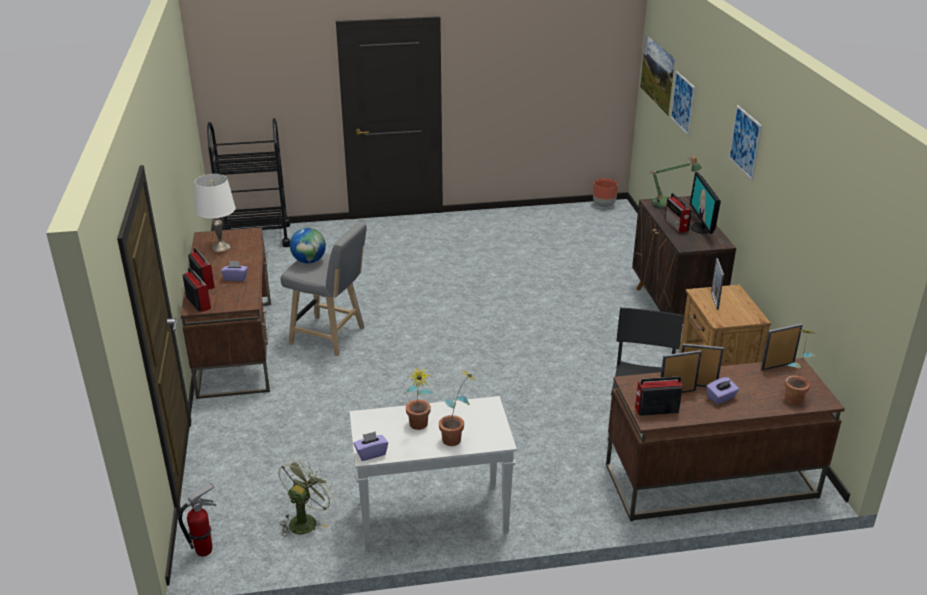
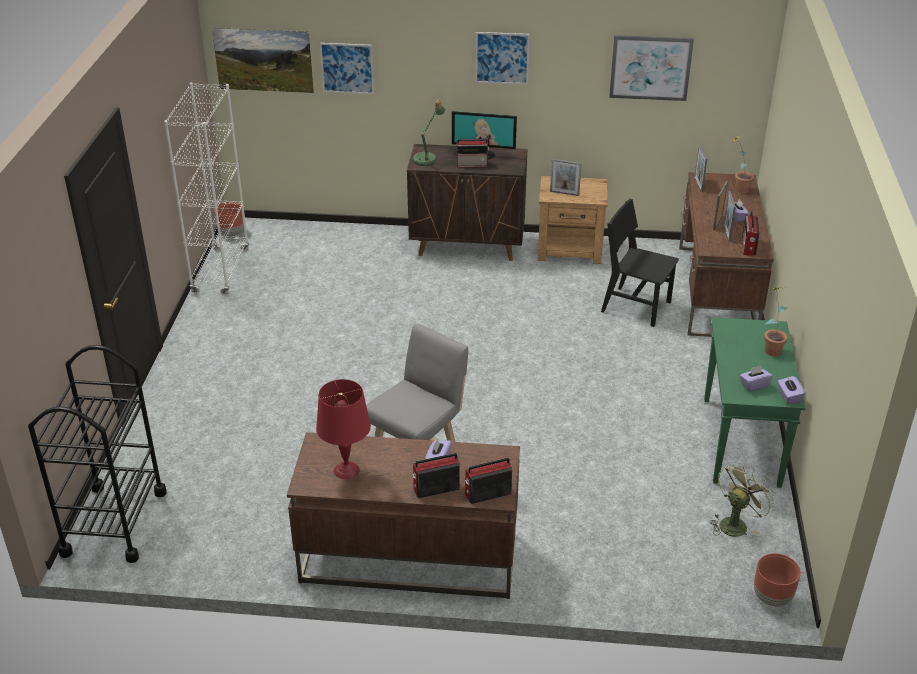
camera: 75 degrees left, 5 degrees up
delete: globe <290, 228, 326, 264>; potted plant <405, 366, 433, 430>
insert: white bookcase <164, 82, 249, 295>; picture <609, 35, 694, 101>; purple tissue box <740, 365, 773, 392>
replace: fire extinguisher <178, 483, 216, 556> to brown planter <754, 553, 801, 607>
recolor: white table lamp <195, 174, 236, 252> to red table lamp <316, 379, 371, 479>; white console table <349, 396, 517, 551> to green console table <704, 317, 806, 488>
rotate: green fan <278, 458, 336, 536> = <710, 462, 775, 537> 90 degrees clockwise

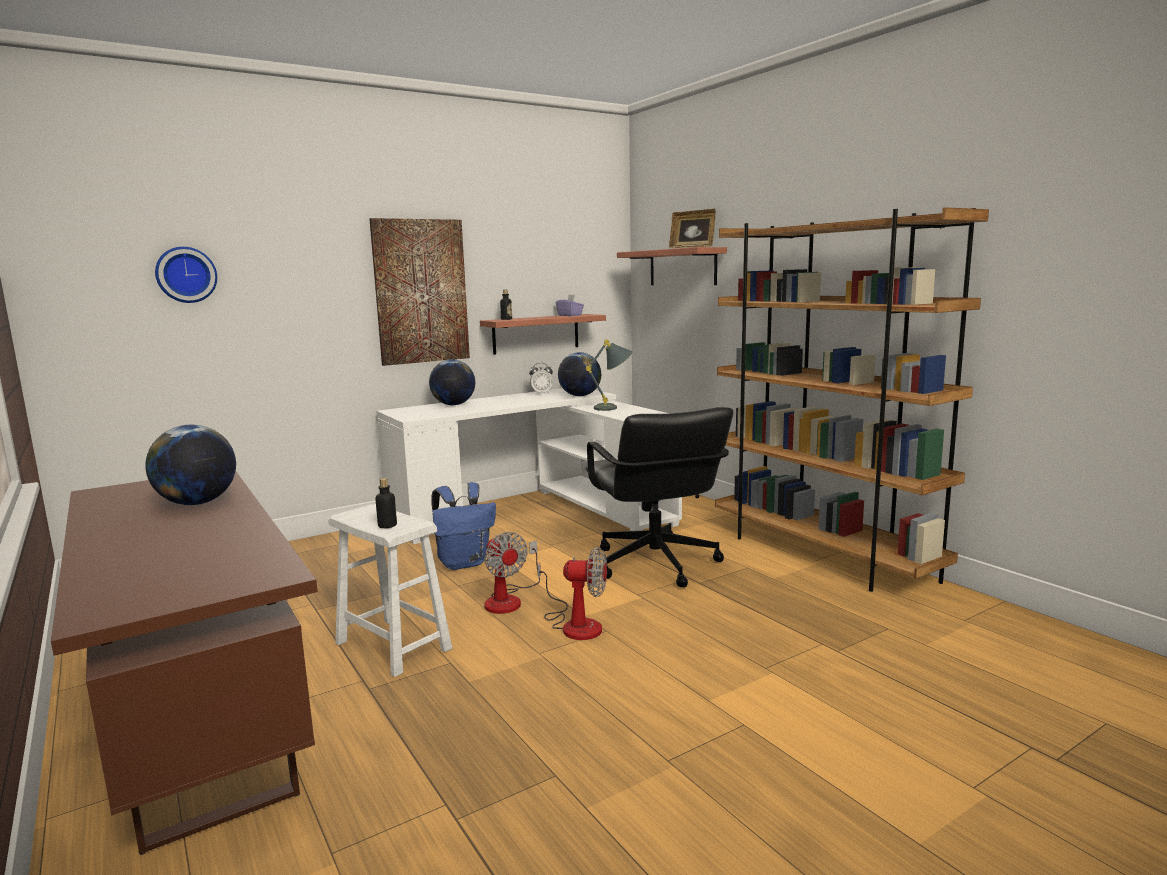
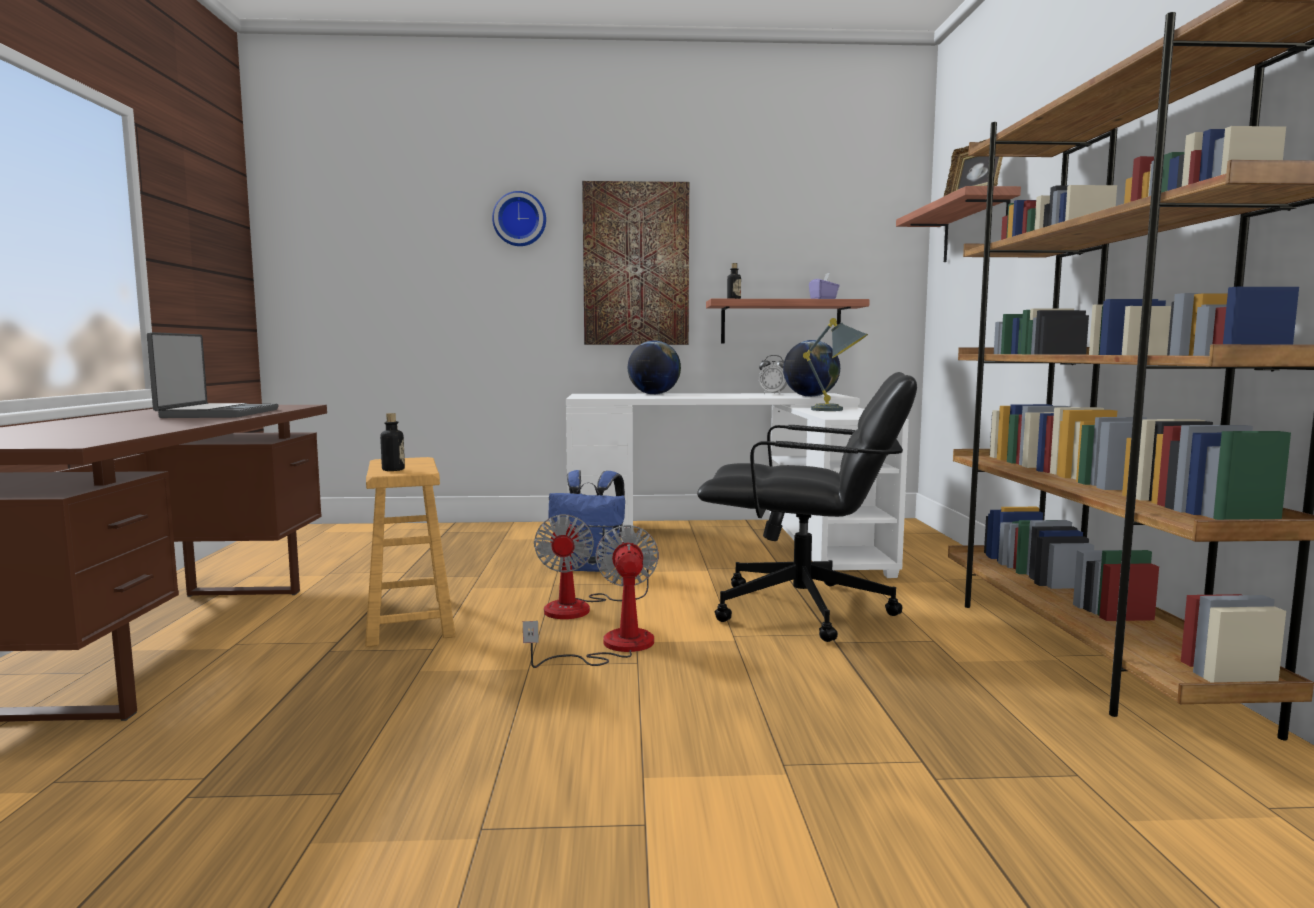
camera: 30 degrees right, 5 degrees down
move: wall clock <155, 247, 217, 303> to <492, 191, 546, 246>
replace: globe <145, 425, 236, 505> to laptop <147, 332, 279, 418>
recolor: white stool <328, 504, 452, 677> to brown stool <365, 457, 456, 647>
rotate: fan <538, 547, 607, 640> = <523, 525, 659, 668> 135 degrees counterclockwise; black office chair <585, 407, 733, 587> = <697, 372, 917, 642> 90 degrees counterclockwise

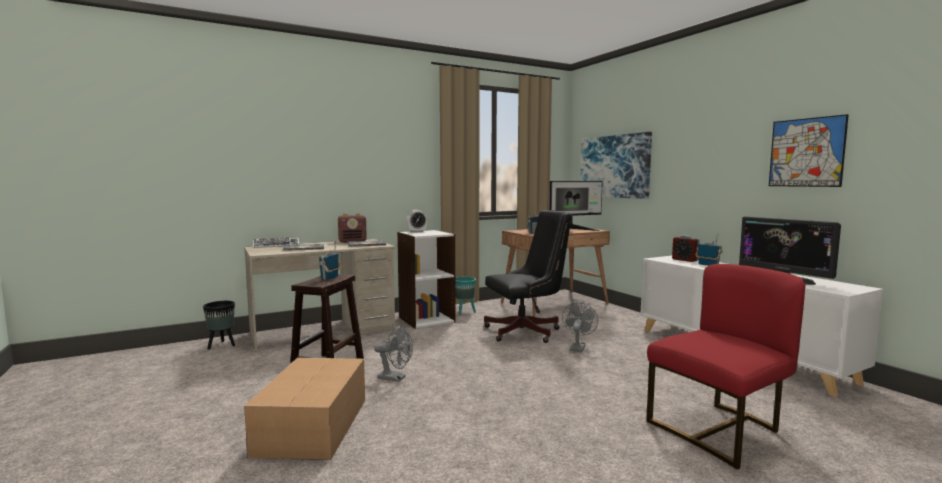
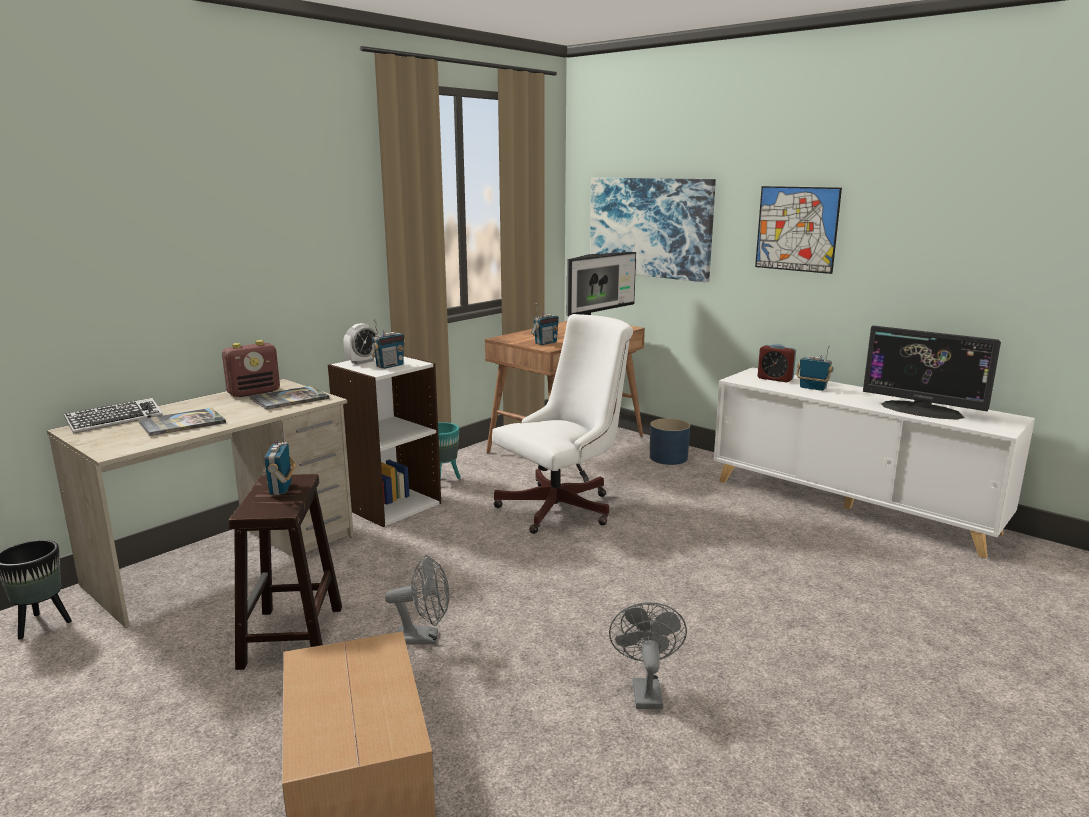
camera: 20 degrees left, 10 degrees up
delete: red chair <646, 264, 805, 470>
insert: radio <370, 319, 405, 369>; blue planter <650, 418, 690, 465>
move: grey fan <562, 303, 598, 352> to <609, 602, 687, 709>; picture <769, 114, 849, 187> to <755, 186, 842, 274>
recolor: black office chair <484, 210, 573, 343> to white office chair <492, 314, 633, 534>

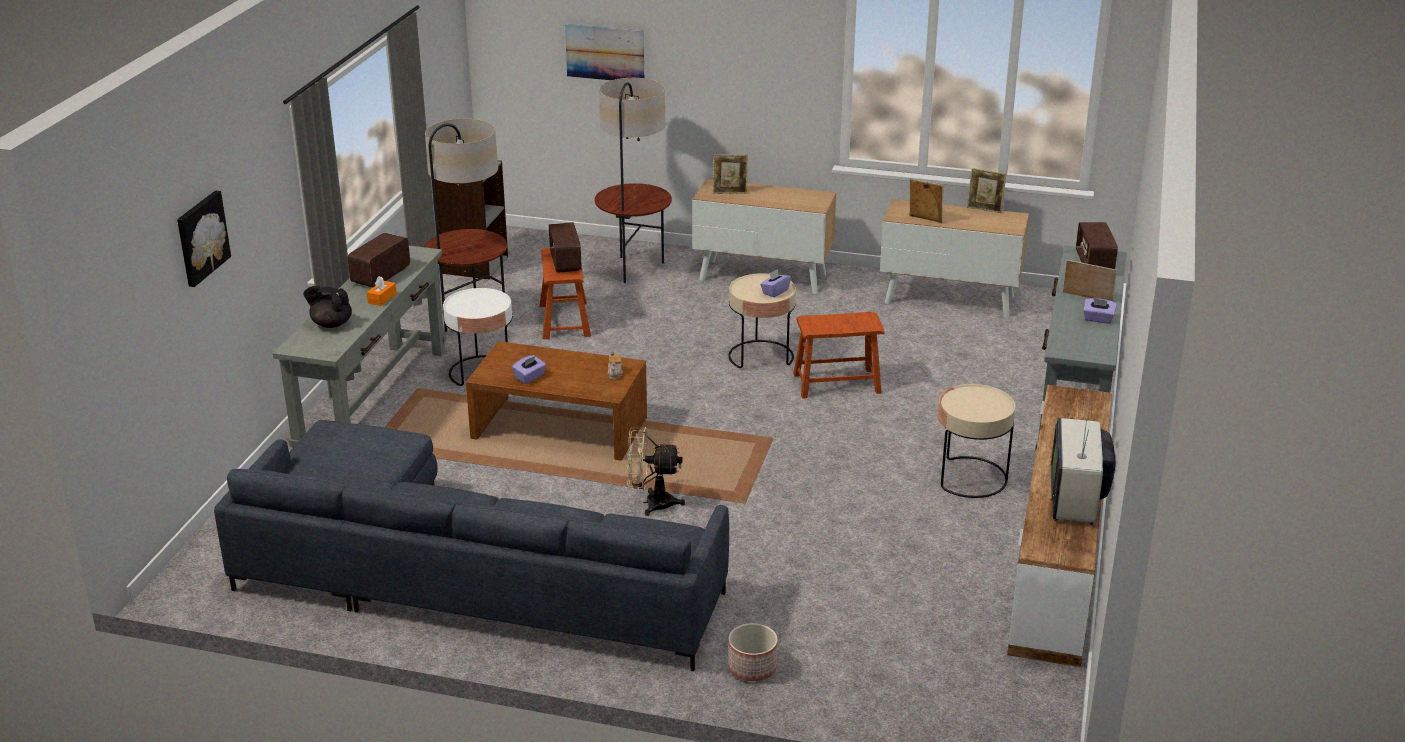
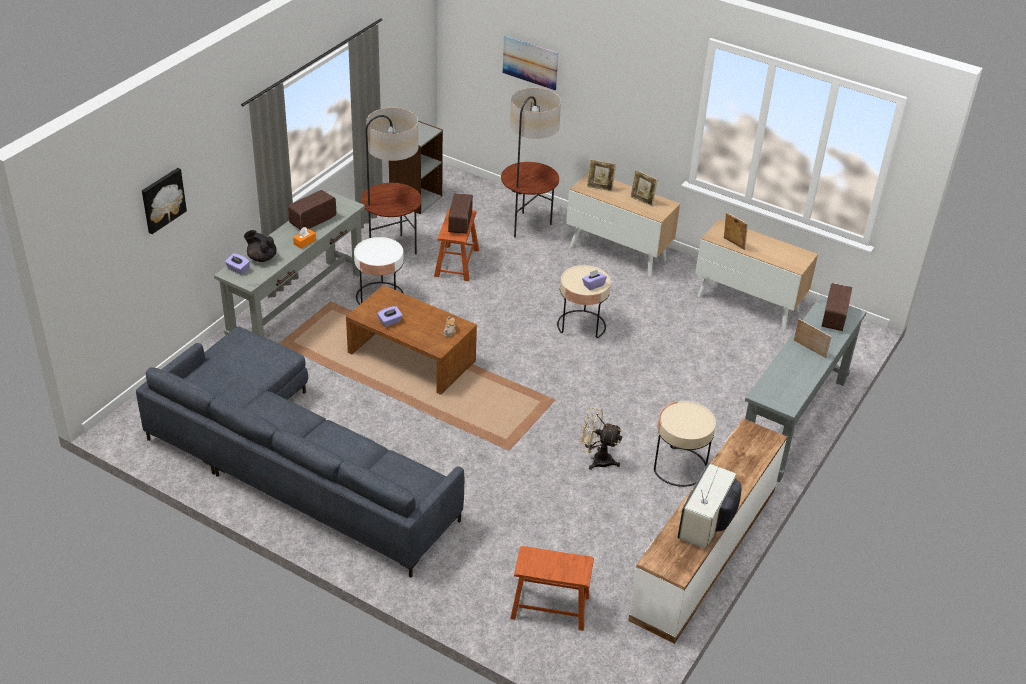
camera: 15 degrees right, 10 degrees up
delete: planter <728, 623, 778, 681>
move: beige fan <627, 427, 685, 516> to <579, 408, 622, 470>; brown stool <793, 312, 884, 399> to <510, 546, 594, 631>; picture frame <967, 168, 1006, 213> to <630, 170, 658, 207>; purple tissue box <1083, 298, 1117, 324> to <225, 253, 250, 275>

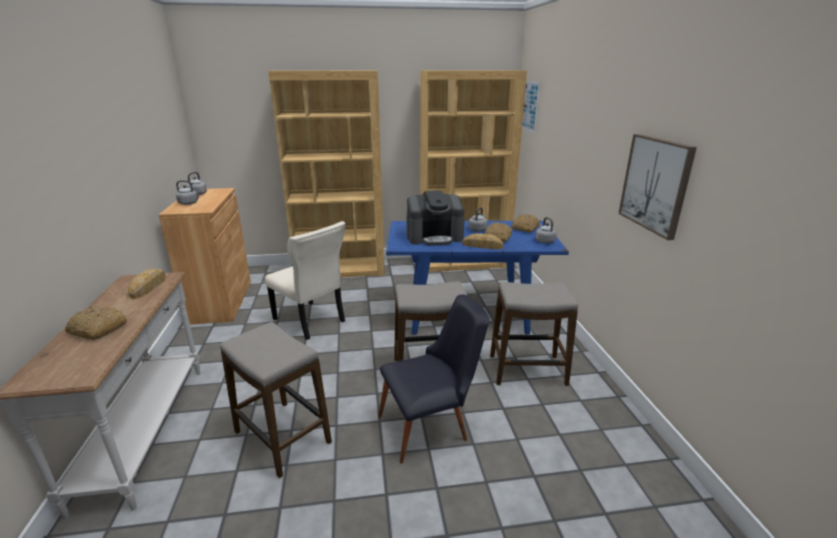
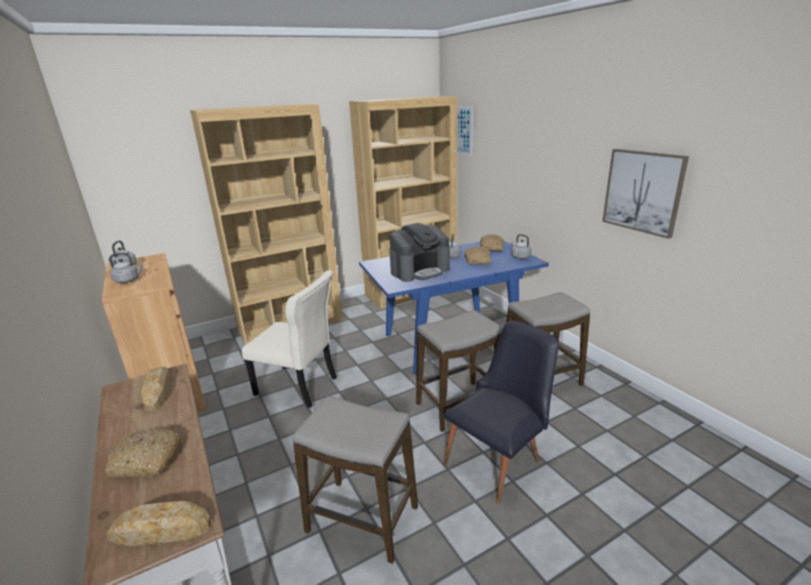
camera: 20 degrees left, 0 degrees up
move: bread <462, 233, 503, 249> to <106, 501, 212, 546>

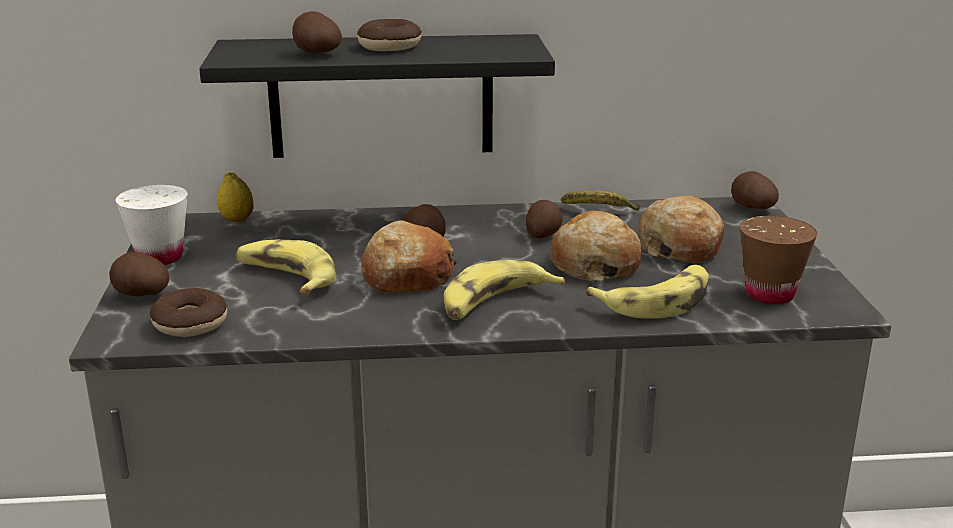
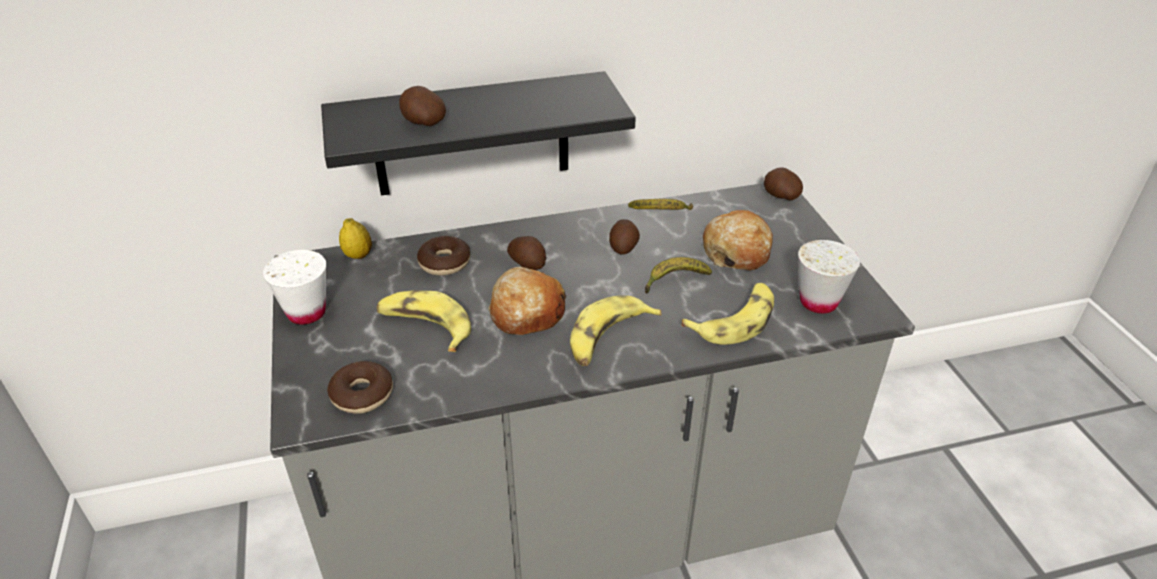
camera: 10 degrees left, 15 degrees up
delete: potato <109, 252, 170, 296>
move: donut <357, 19, 422, 51> to <417, 236, 470, 276>
replace: bread <550, 211, 642, 282> to banana <645, 257, 712, 294>
recolor: brown cup <740, 216, 817, 304> to white cup <798, 240, 860, 313>

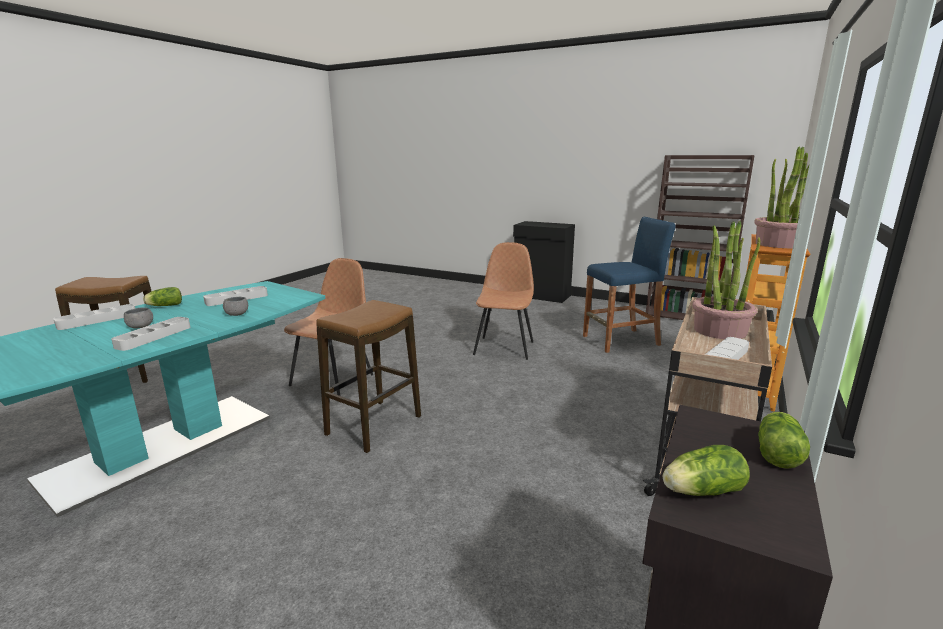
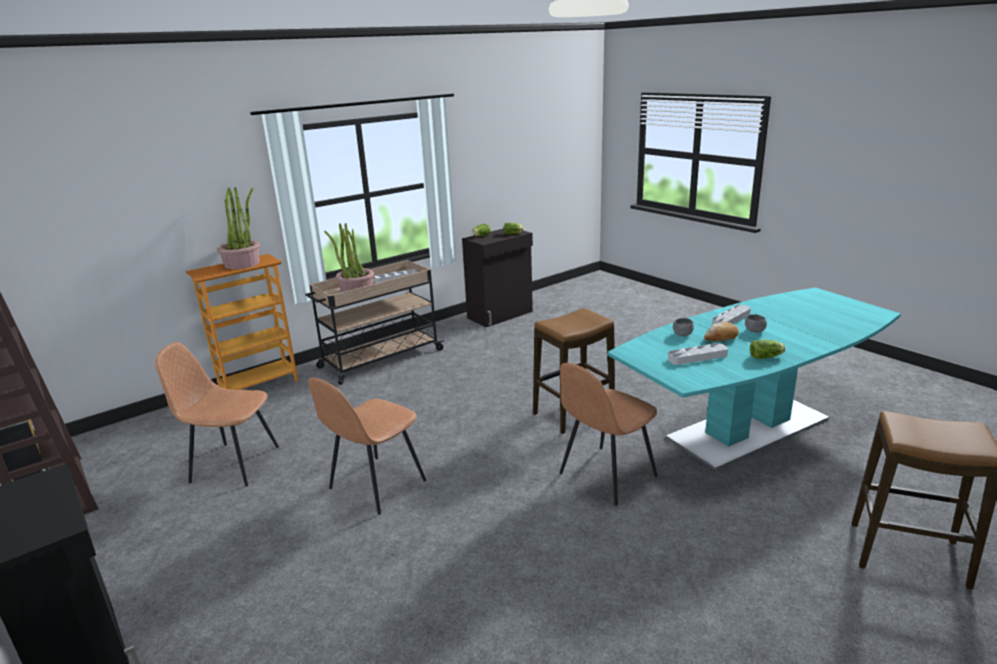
camera: 155 degrees left, 5 degrees up
delete: grey tray <54, 304, 136, 330>
insert: bread <704, 322, 739, 341>
replace: blue stool <583, 217, 676, 353> to brown chair <155, 342, 279, 487>

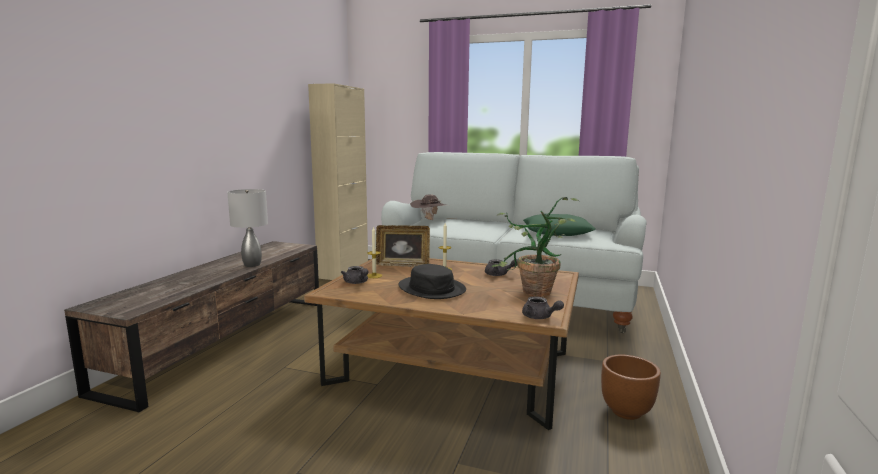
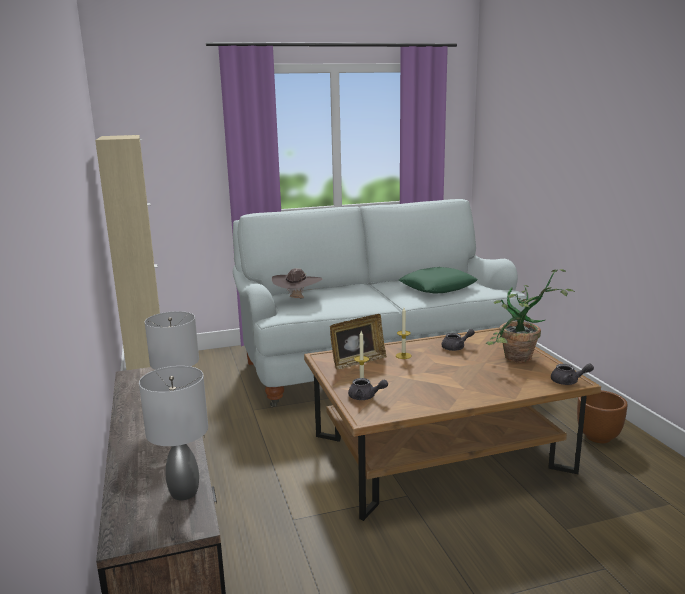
camera: 35 degrees left, 5 degrees up
delete: black hat <399, 264, 466, 299>
insert: grey table lamp <139, 366, 208, 500>

